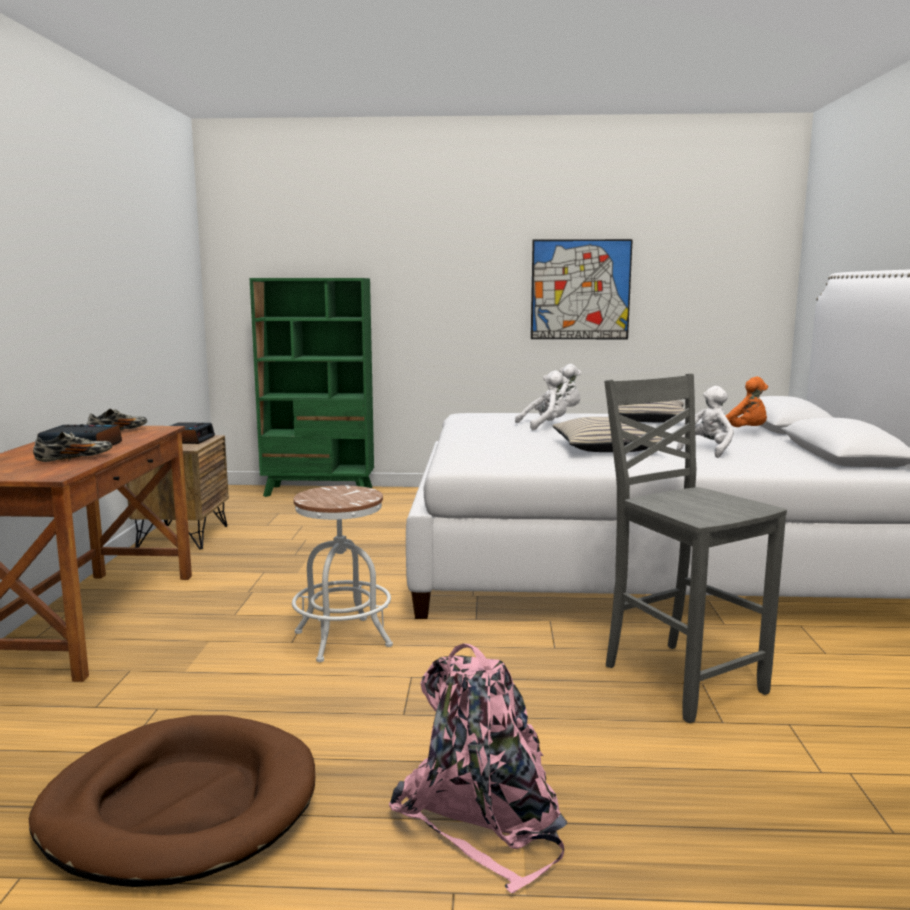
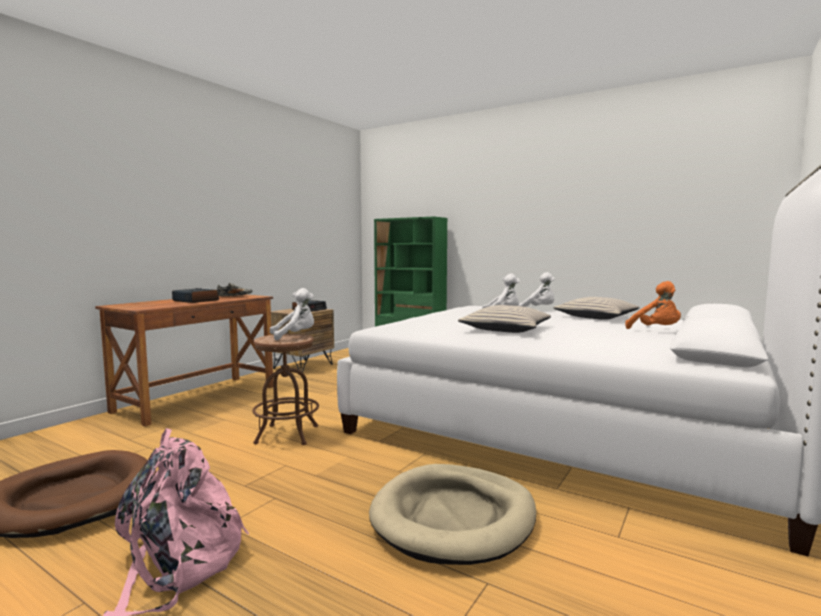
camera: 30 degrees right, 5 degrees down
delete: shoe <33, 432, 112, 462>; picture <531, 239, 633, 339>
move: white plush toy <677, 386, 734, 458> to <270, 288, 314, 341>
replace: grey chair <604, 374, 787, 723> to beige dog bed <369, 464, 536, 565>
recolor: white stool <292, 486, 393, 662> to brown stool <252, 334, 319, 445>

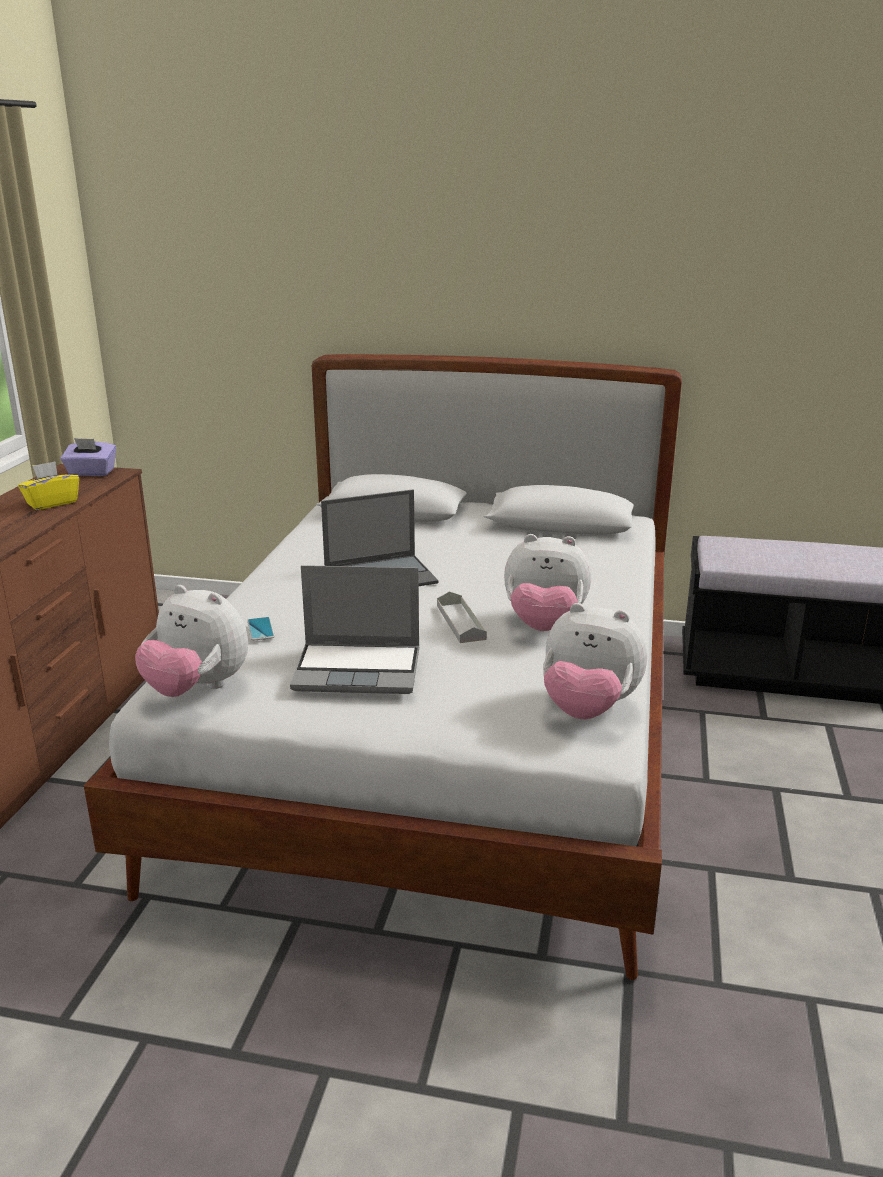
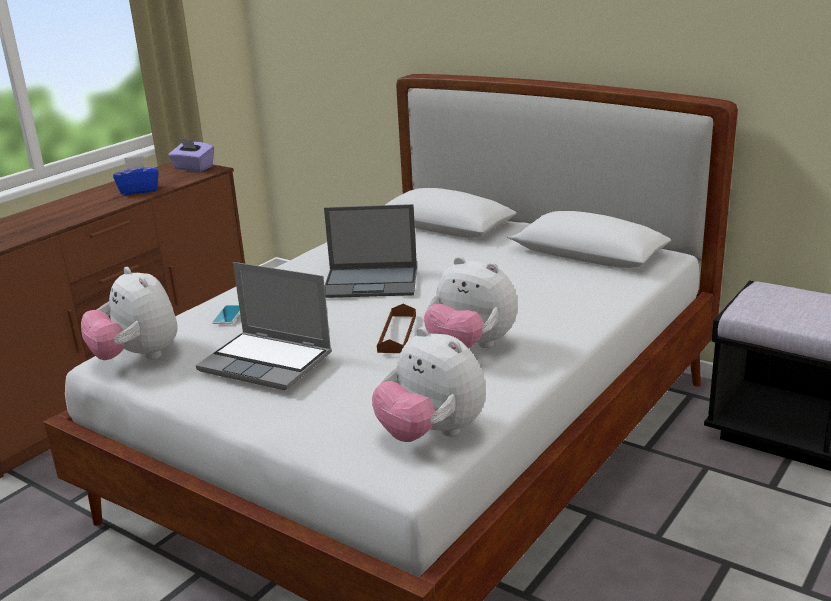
camera: 25 degrees right, 0 degrees up
recolor: yellow tissue box <18, 461, 79, 510> to blue tissue box <113, 156, 159, 195>; grey tray <437, 591, 487, 643> to brown tray <377, 304, 416, 353>

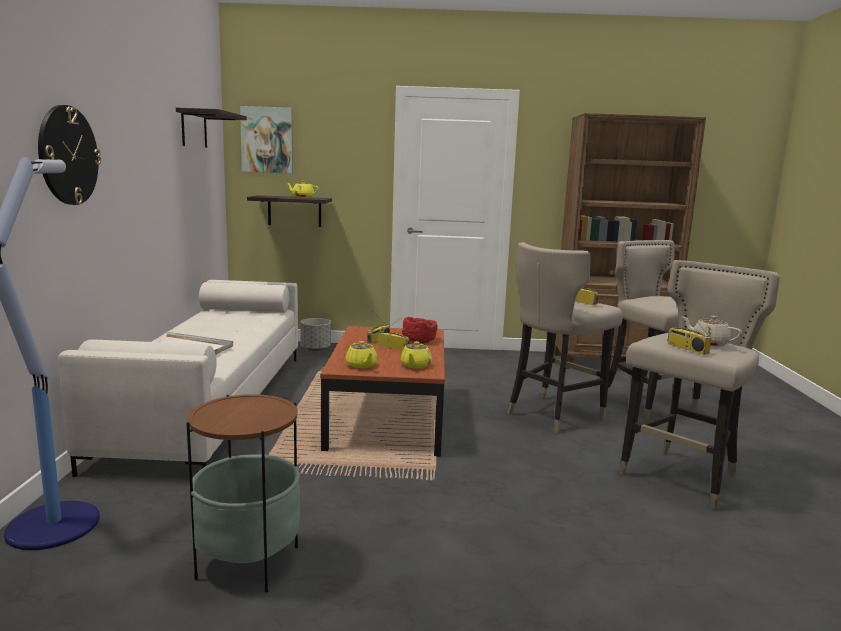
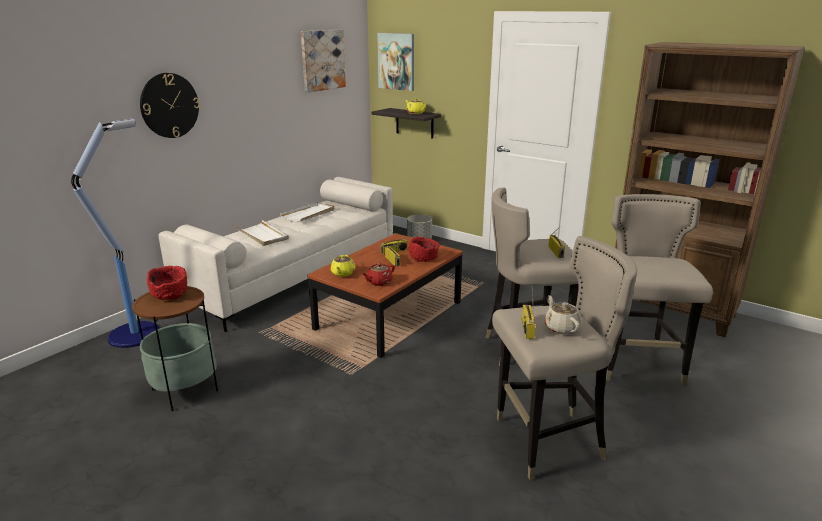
camera: 35 degrees right, 10 degrees up
insert: red bowl <147, 266, 187, 300>; white tray <280, 202, 334, 222>
replace: shelf <176, 108, 247, 148> to picture <301, 30, 346, 93>
recolor: yellow teapot <401, 341, 432, 369> to red teapot <362, 263, 395, 286>

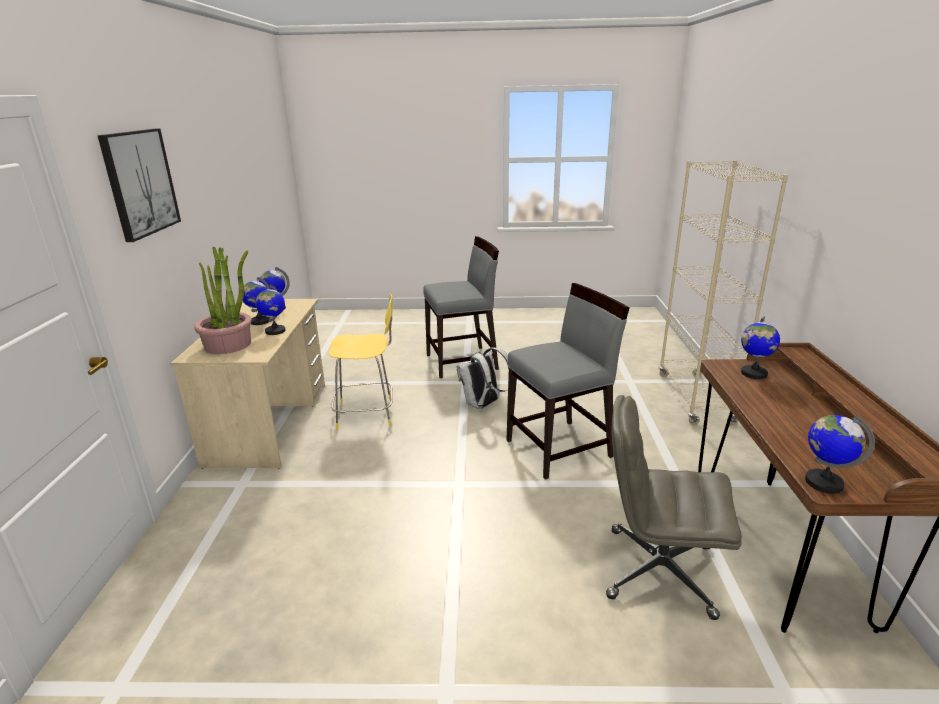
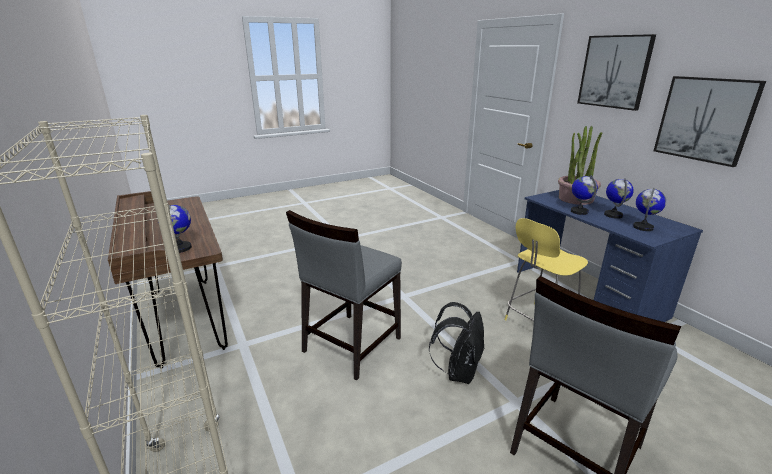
camera: 150 degrees right, 0 degrees up
delete: grey office chair <606, 395, 742, 620>; globe <805, 415, 875, 494>
insert: picture <654, 76, 766, 167>
recolor: beige desk <170, 299, 325, 469> to blue desk <517, 190, 703, 322>; white backpack <457, 348, 509, 409> to black backpack <429, 302, 485, 384>

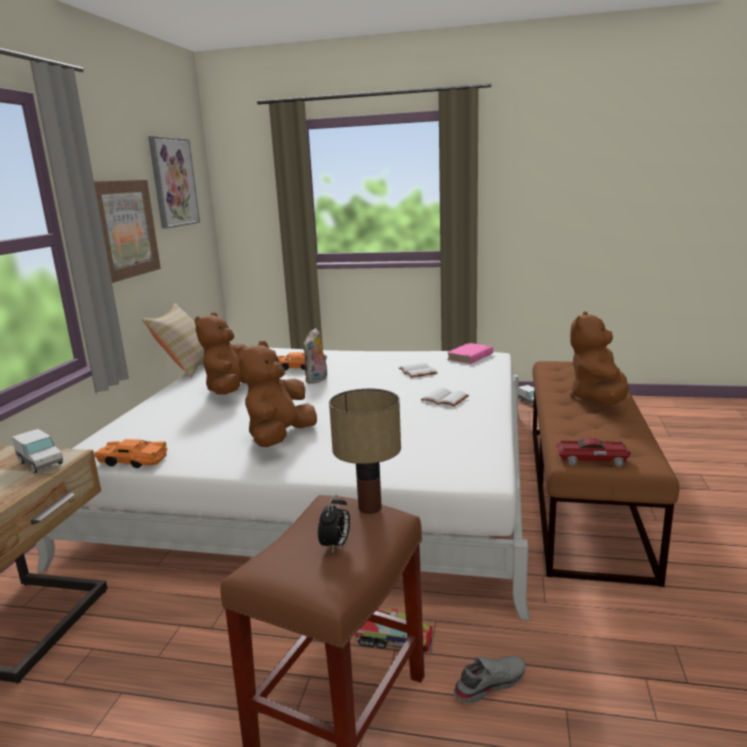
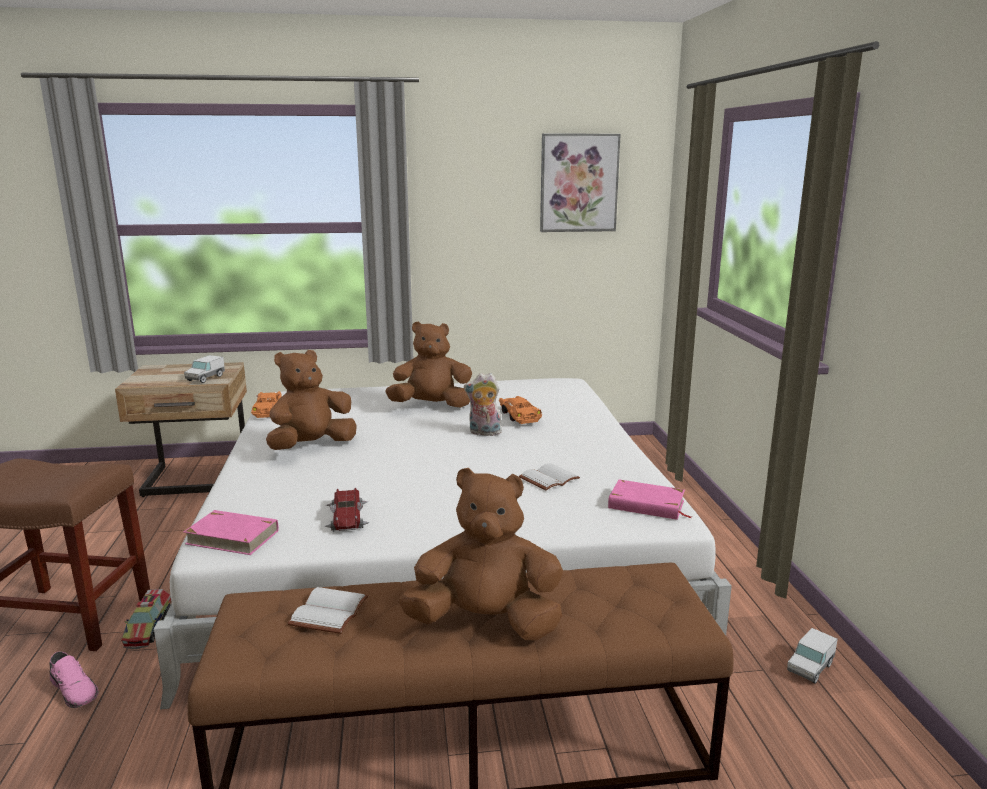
camera: 70 degrees right, 0 degrees up
delete: picture <94, 180, 161, 283>; beige pillow <142, 303, 204, 377>; alarm clock <318, 495, 350, 553>; table lamp <329, 389, 401, 514>
insert: pink book <184, 510, 279, 555>
move: white book <421, 388, 469, 406> to <287, 587, 368, 634>; toy car <555, 437, 631, 467> to <324, 487, 370, 532>
recolor: grey shoe <453, 656, 526, 704> to pink shoe <49, 652, 99, 708>
rotate: brown plush toy <236, 341, 317, 447> = <266, 350, 357, 450> 45 degrees counterclockwise

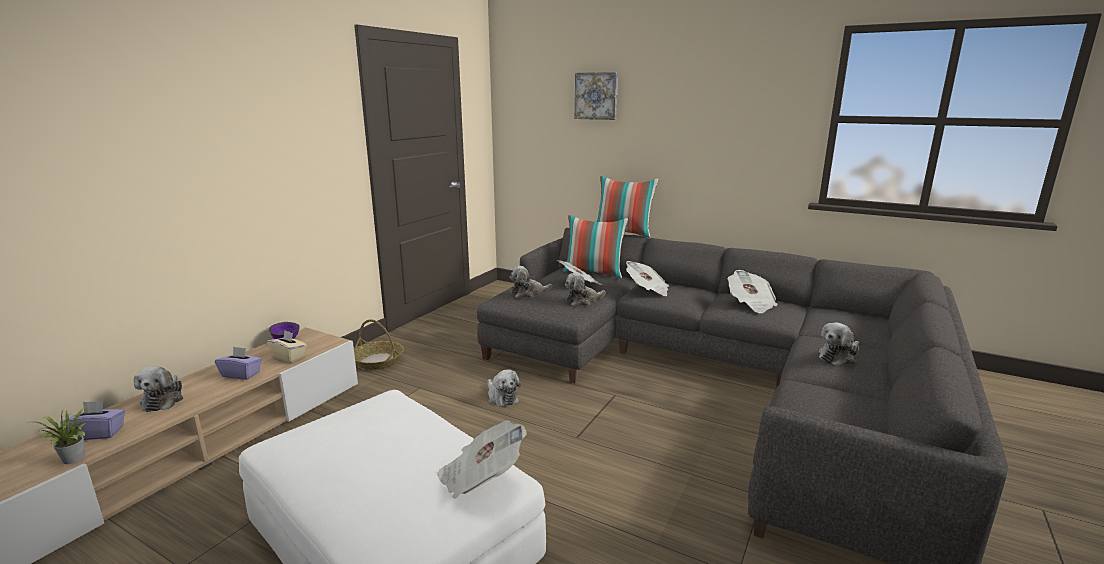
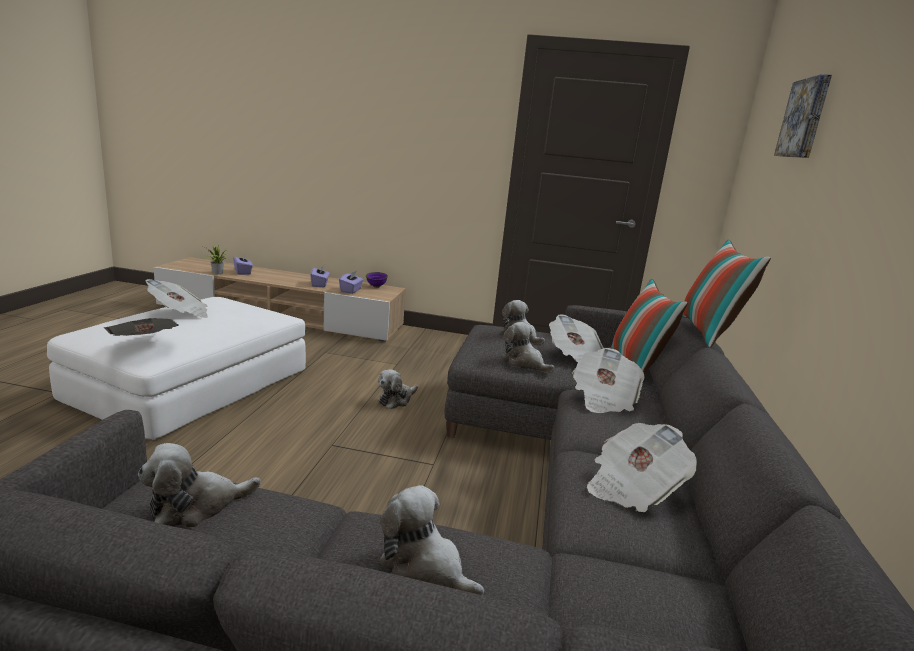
camera: 70 degrees right, 0 degrees up
delete: basket <354, 319, 404, 370>
insert: newspaper <145, 279, 208, 318>
move: plush toy <133, 366, 184, 412> to <138, 443, 261, 527>
recolor: beige tissue box <267, 331, 307, 363> to purple tissue box <339, 271, 363, 294>

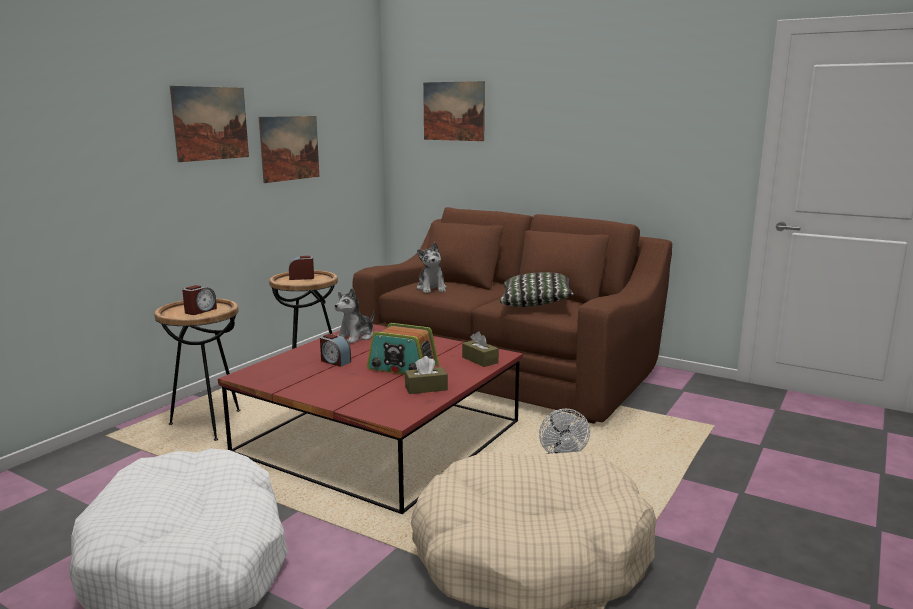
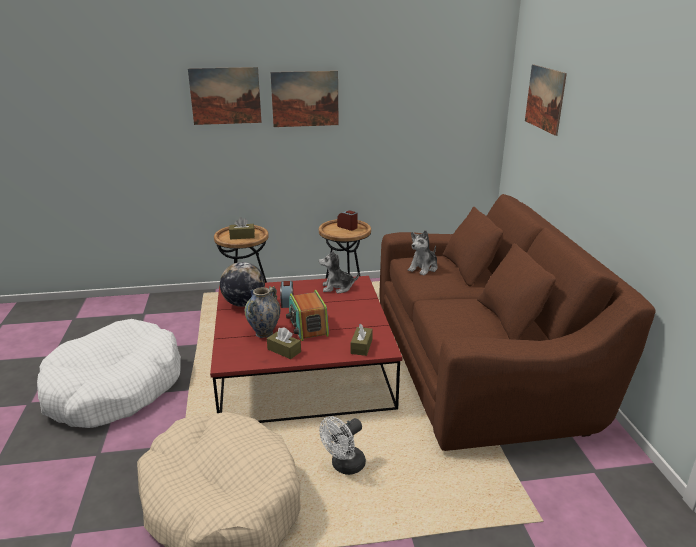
camera: 50 degrees right, 10 degrees up
delete: pillow <500, 272, 574, 307>
insert: globe <220, 262, 265, 307>; vase <245, 286, 280, 338>
move: picture <259, 116, 319, 183> to <188, 67, 262, 125>
replace: alarm clock <182, 285, 217, 315> to brown tissue box <229, 217, 255, 239>

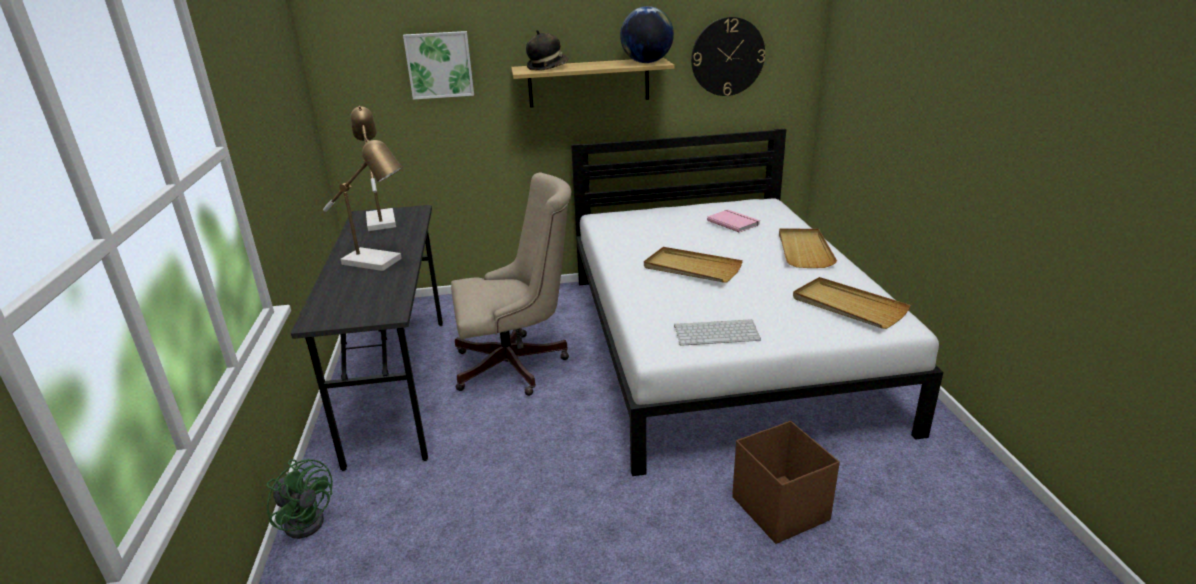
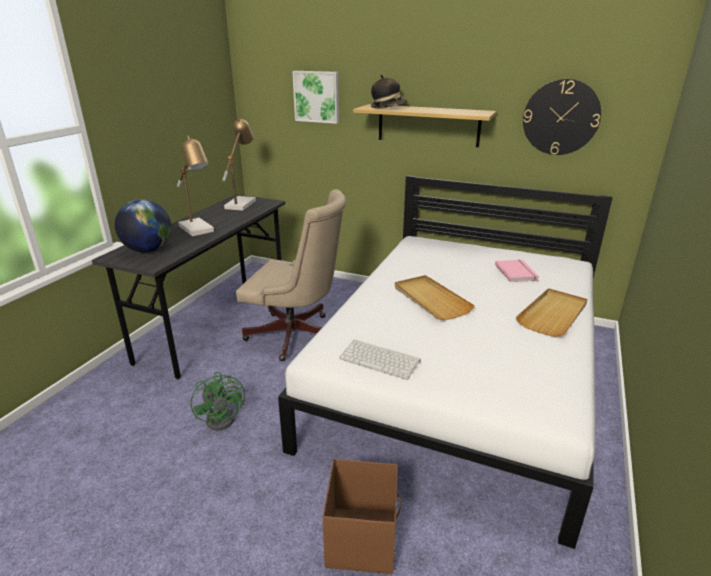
camera: 30 degrees right, 0 degrees up
delete: beige tray <793, 277, 911, 329>
move: green fan <267, 459, 333, 539> to <190, 372, 245, 430>; globe <620, 6, 674, 63> to <115, 199, 172, 252>

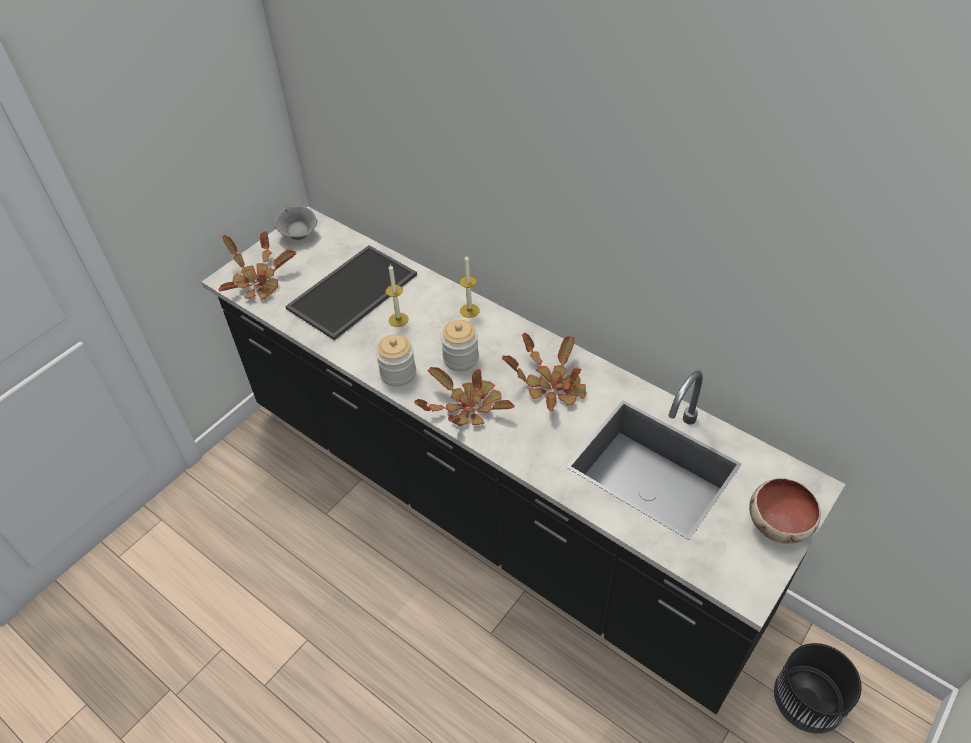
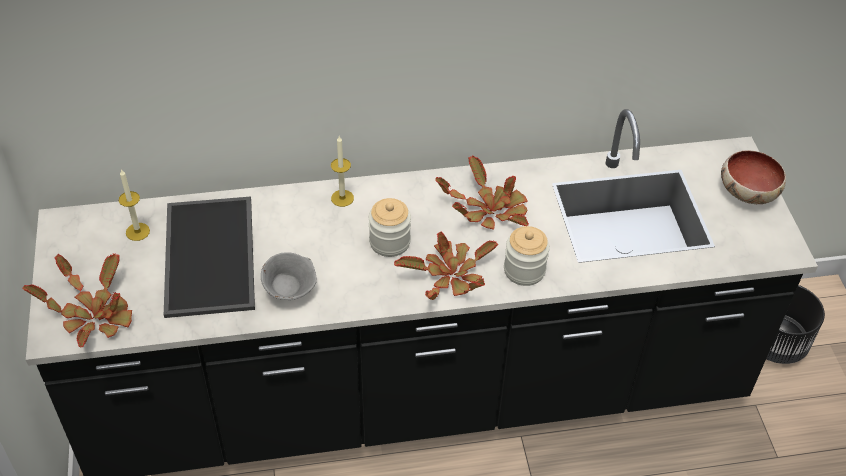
camera: 50 degrees left, 0 degrees up
move: grey bowl <273, 206, 318, 240> to <261, 252, 317, 300>; jar <376, 334, 416, 387> to <504, 226, 550, 286>; candle <386, 264, 409, 327> to <119, 169, 150, 241>

